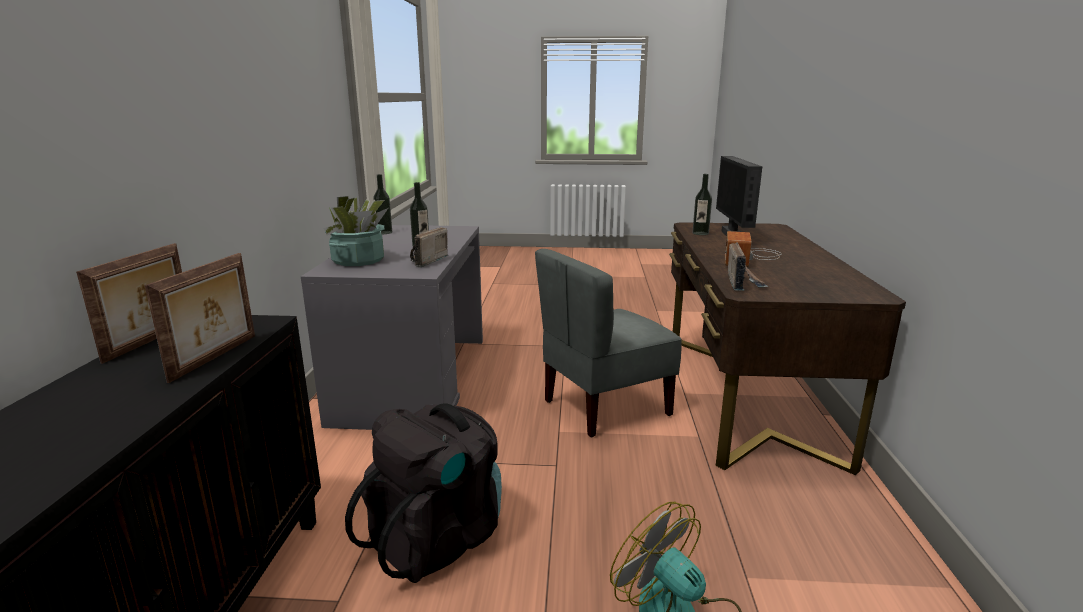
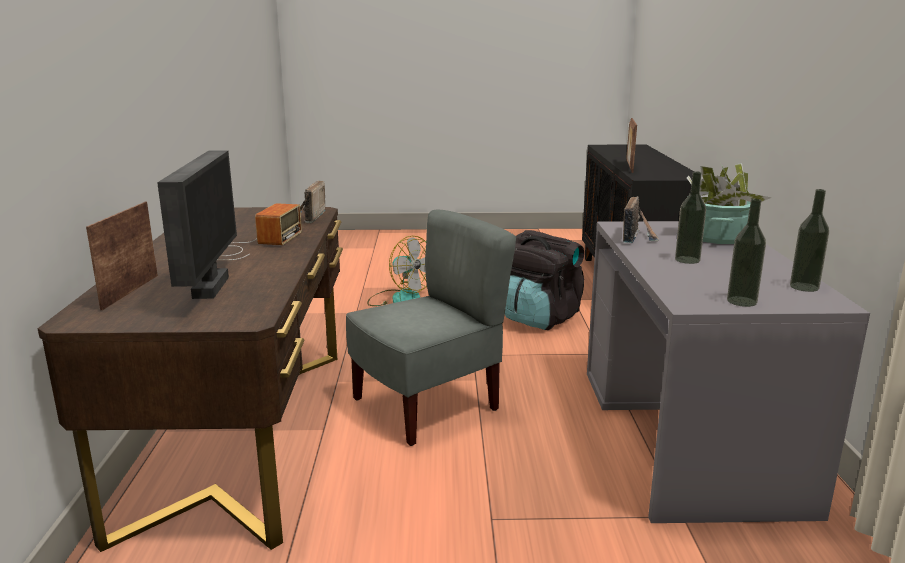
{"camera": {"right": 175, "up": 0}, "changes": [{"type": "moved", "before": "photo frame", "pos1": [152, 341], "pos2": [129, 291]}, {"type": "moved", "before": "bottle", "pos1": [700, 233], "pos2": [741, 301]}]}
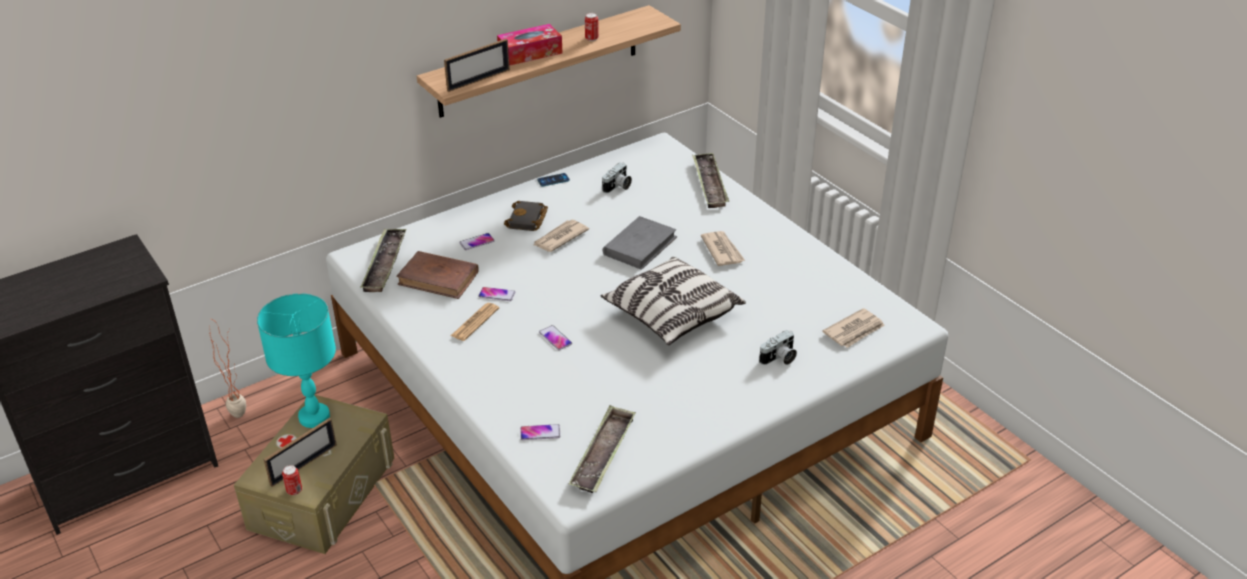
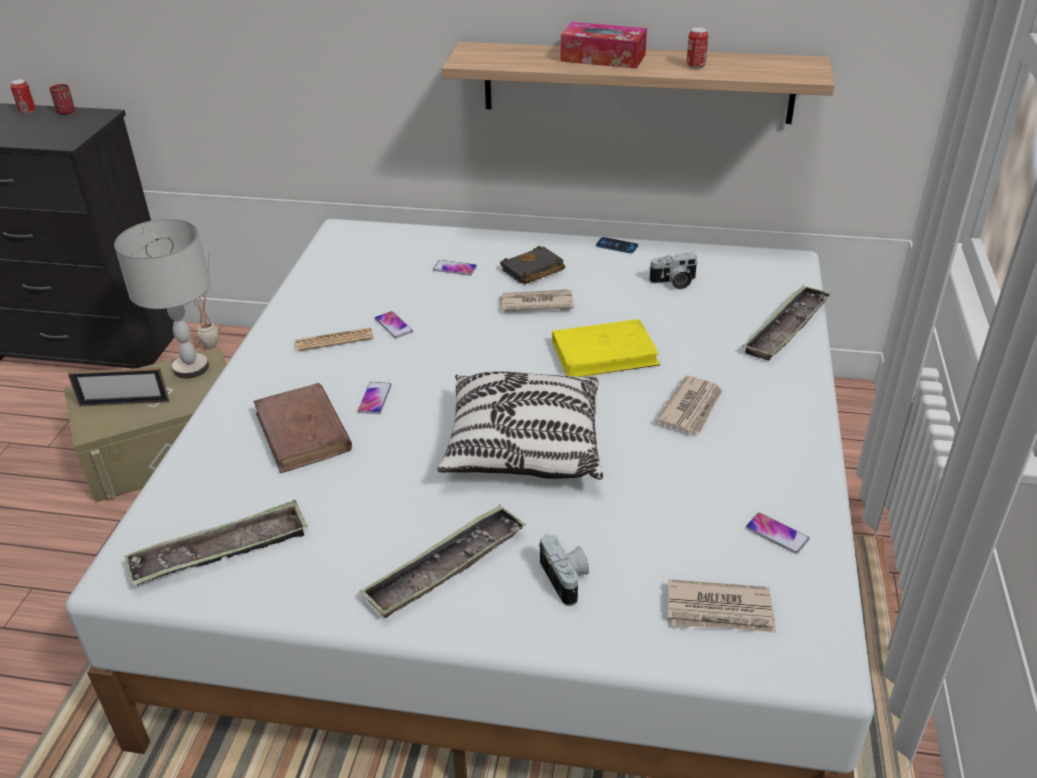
{"camera": {"right": 45, "up": 0}, "changes": [{"type": "recoloured", "before": "tabletop lamp (blue-green)", "after": "tabletop lamp (grey)", "pos1": [314, 417], "pos2": [191, 368]}, {"type": "moved", "before": "sealed can", "pos1": [294, 490], "pos2": [27, 111]}, {"type": "moved", "before": "carrying tray", "pos1": [384, 264], "pos2": [445, 567]}, {"type": "moved", "before": "book (brown-coloured)", "pos1": [438, 278], "pos2": [303, 432]}, {"type": "removed", "before": "photo frame", "pos1": [478, 80]}, {"type": "moved", "before": "telephone", "pos1": [540, 433], "pos2": [777, 534]}, {"type": "recoloured", "before": "book (grey)", "after": "book (yellow)", "pos1": [640, 246], "pos2": [605, 353]}, {"type": "turned", "before": "still camera", "pos1": [779, 358], "pos2": [567, 579], "turn": -120}, {"type": "added", "after": "small cup (red-coloured)", "pos2": [66, 112]}]}
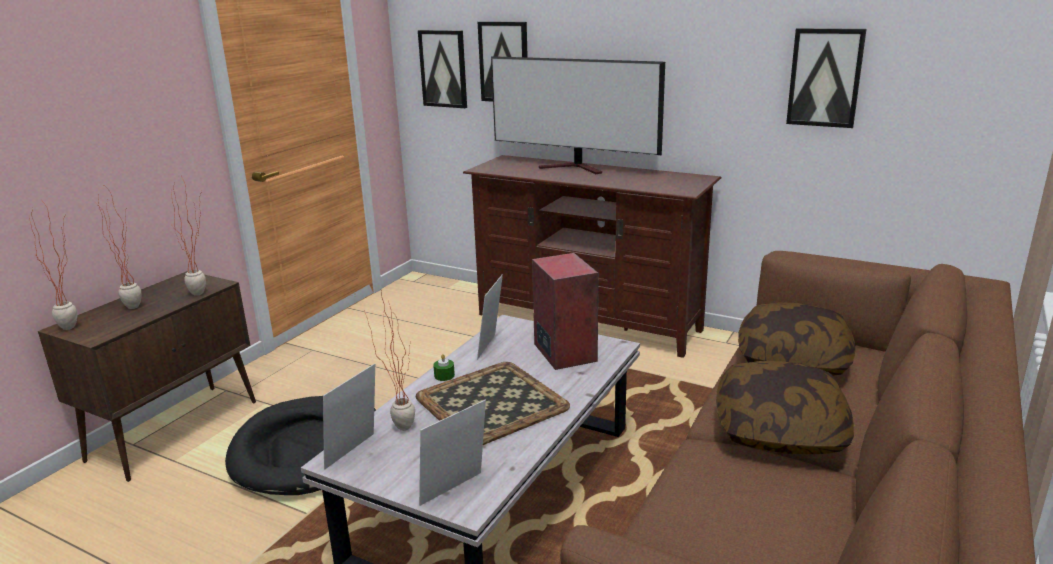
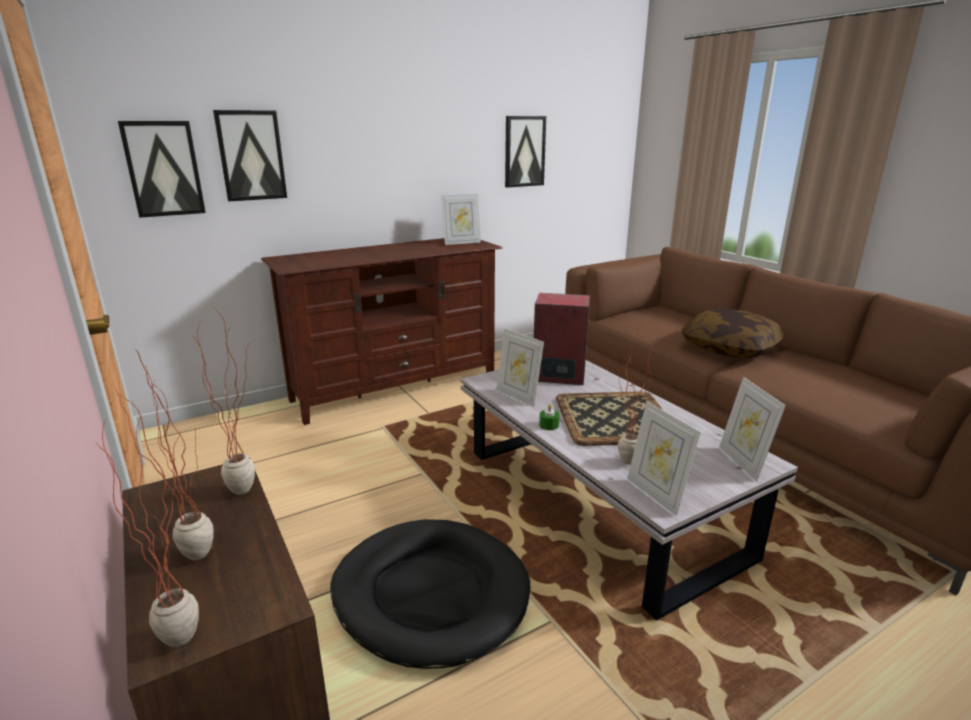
{"camera": {"right": -60, "up": 0}, "changes": [{"type": "removed", "before": "television", "pos1": [576, 168]}, {"type": "removed", "before": "throw pillow", "pos1": [793, 359]}, {"type": "added", "after": "photo frame", "pos2": [461, 243]}]}
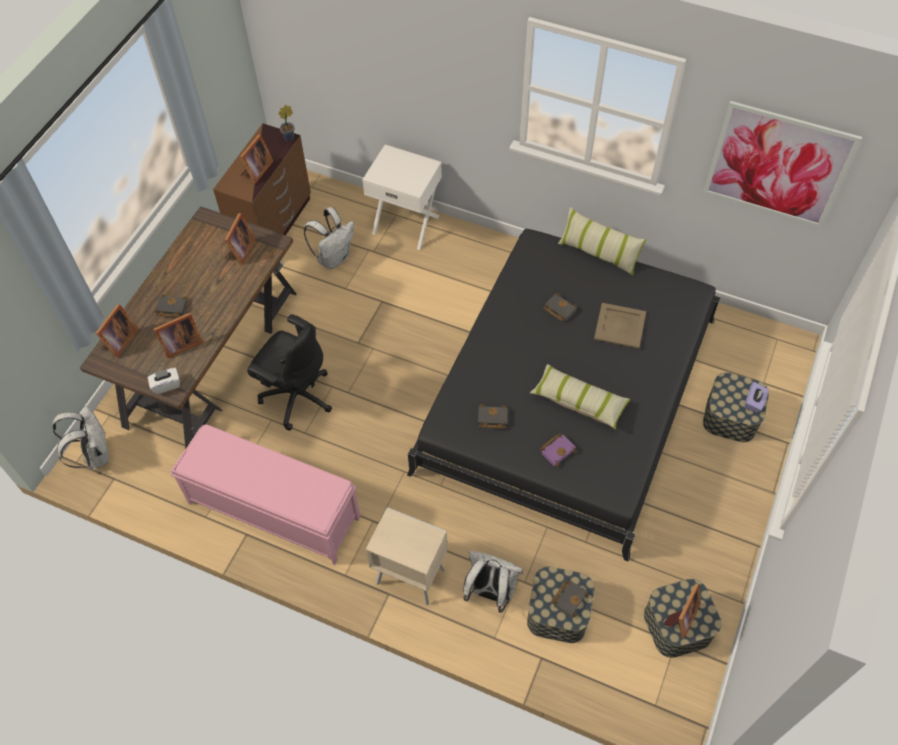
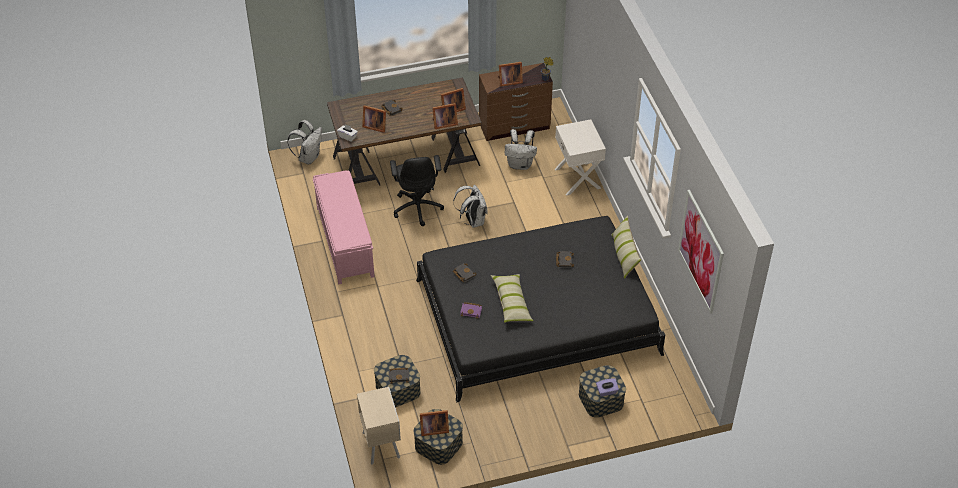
{"camera": {"right": 50, "up": -10}, "changes": [{"type": "moved", "before": "photo frame", "pos1": [119, 342], "pos2": [443, 123]}, {"type": "moved", "before": "night table (beige-coloured)", "pos1": [409, 575], "pos2": [381, 444]}, {"type": "moved", "before": "rucksack (white)", "pos1": [490, 592], "pos2": [473, 220]}, {"type": "removed", "before": "carrying tray (beige-coloured)", "pos1": [620, 325]}]}
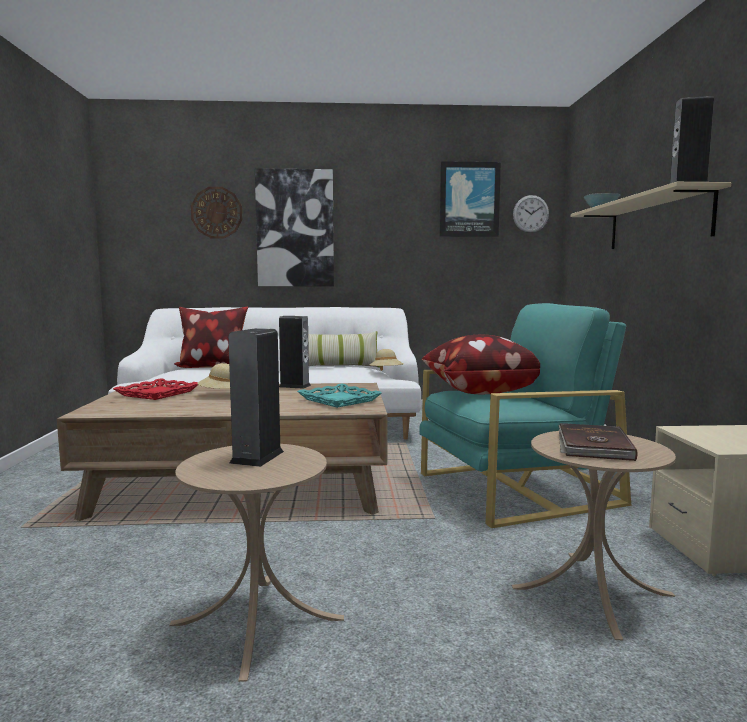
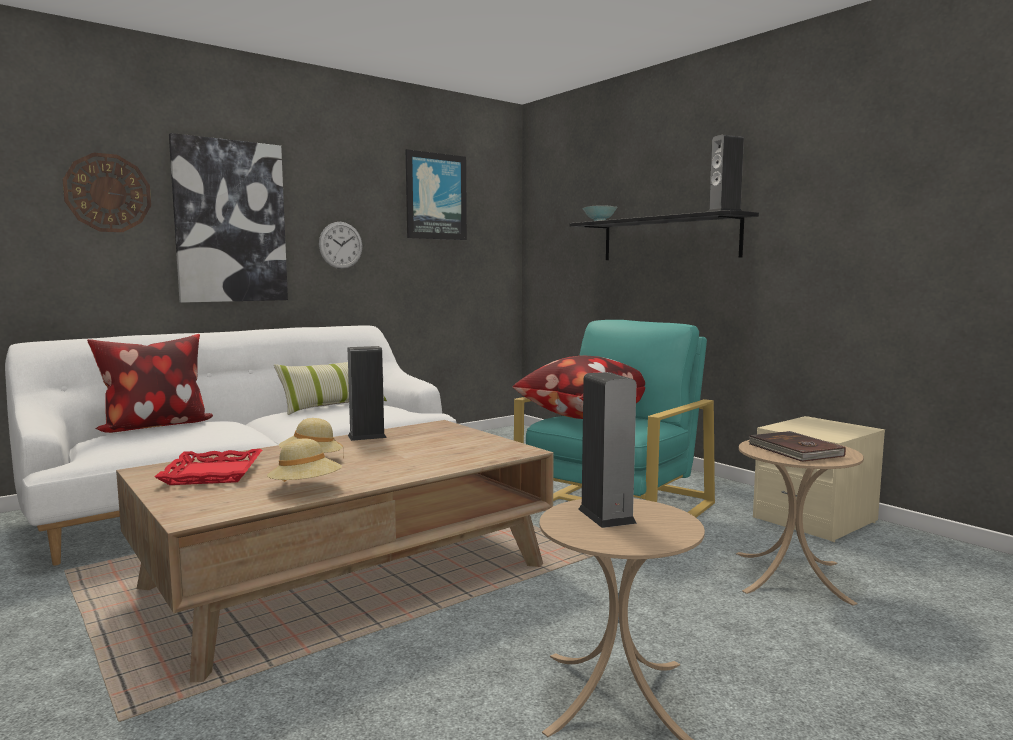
{"camera": {"right": -35, "up": 0}, "changes": [{"type": "removed", "before": "carrying tray (blue-green)", "pos1": [338, 400]}, {"type": "moved", "before": "hat (beige-coloured)", "pos1": [386, 373], "pos2": [305, 488]}, {"type": "moved", "before": "clock on the wall", "pos1": [530, 214], "pos2": [340, 245]}, {"type": "recoloured", "before": "bracket shelf (beige-coloured)", "after": "bracket shelf (black-coloured)", "pos1": [657, 222], "pos2": [668, 239]}]}
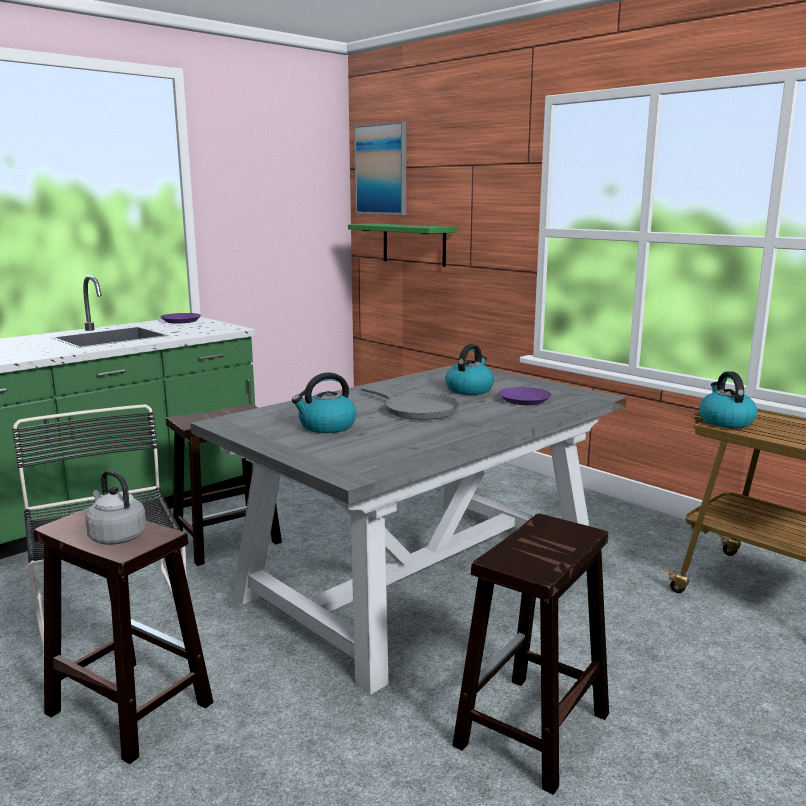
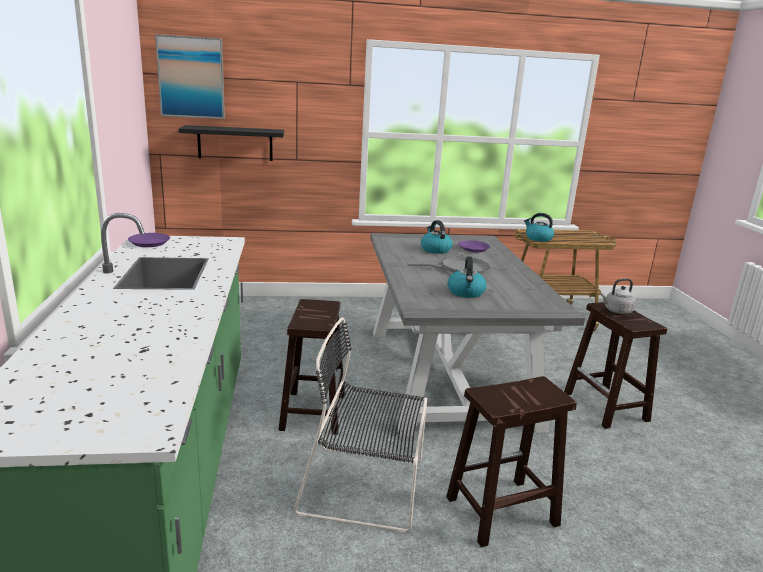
{"camera": {"right": -55, "up": 5}, "changes": [{"type": "moved", "before": "water kettle (grey)", "pos1": [116, 536], "pos2": [616, 311]}, {"type": "recoloured", "before": "bracket shelf (green)", "after": "bracket shelf (black-coloured)", "pos1": [414, 244], "pos2": [235, 143]}]}
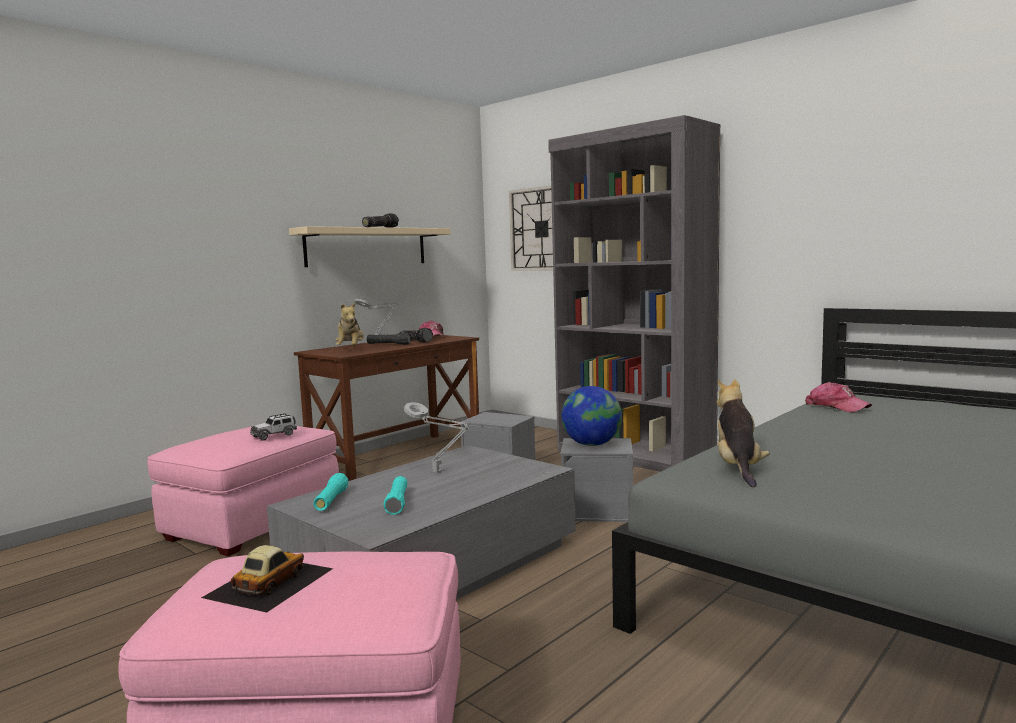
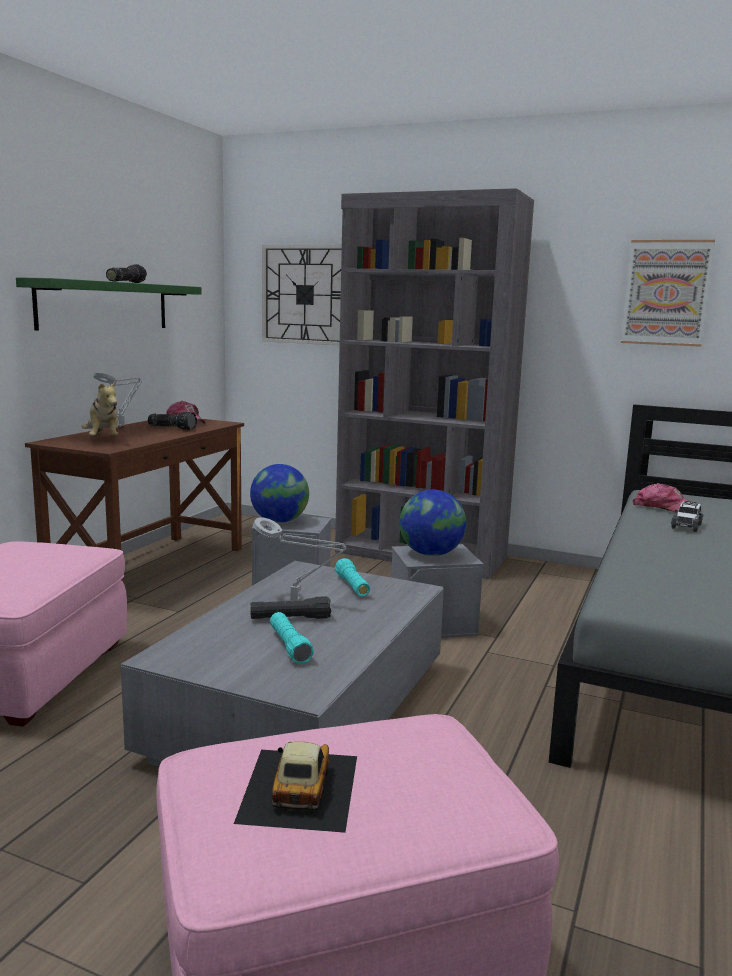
{"camera": {"right": -20, "up": 5}, "changes": [{"type": "moved", "before": "model car", "pos1": [274, 436], "pos2": [686, 526]}, {"type": "recoloured", "before": "bracket shelf (beige-coloured)", "after": "bracket shelf (green)", "pos1": [367, 247], "pos2": [105, 305]}, {"type": "moved", "before": "hand torch (blue-green)", "pos1": [331, 501], "pos2": [352, 586]}, {"type": "moved", "before": "hand torch (black-coloured)", "pos1": [388, 344], "pos2": [290, 619]}, {"type": "removed", "before": "soft toy", "pos1": [738, 468]}, {"type": "added", "after": "globe", "pos2": [279, 521]}, {"type": "added", "after": "picture", "pos2": [666, 293]}]}
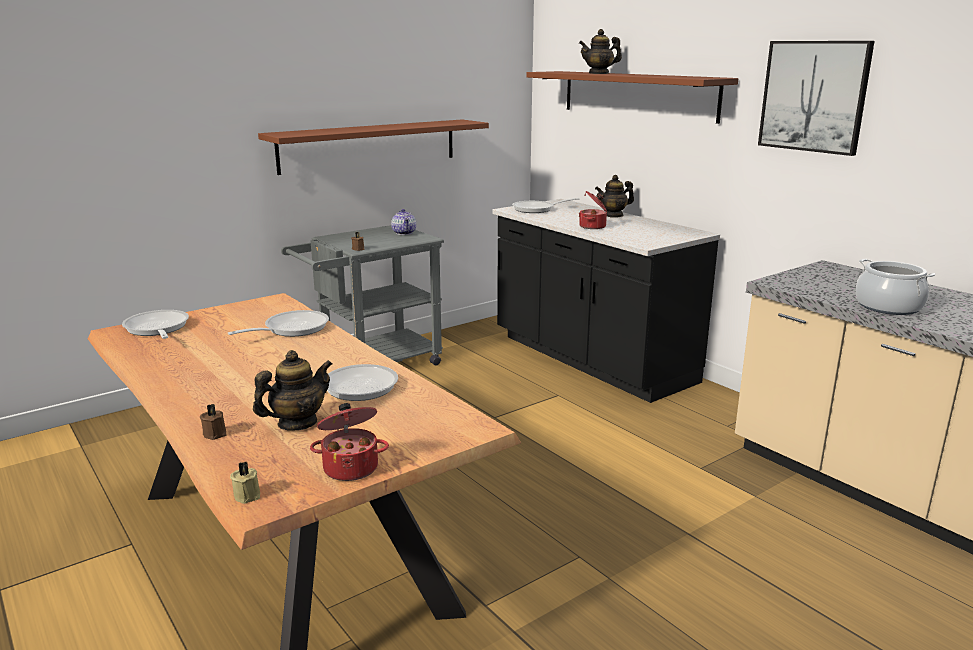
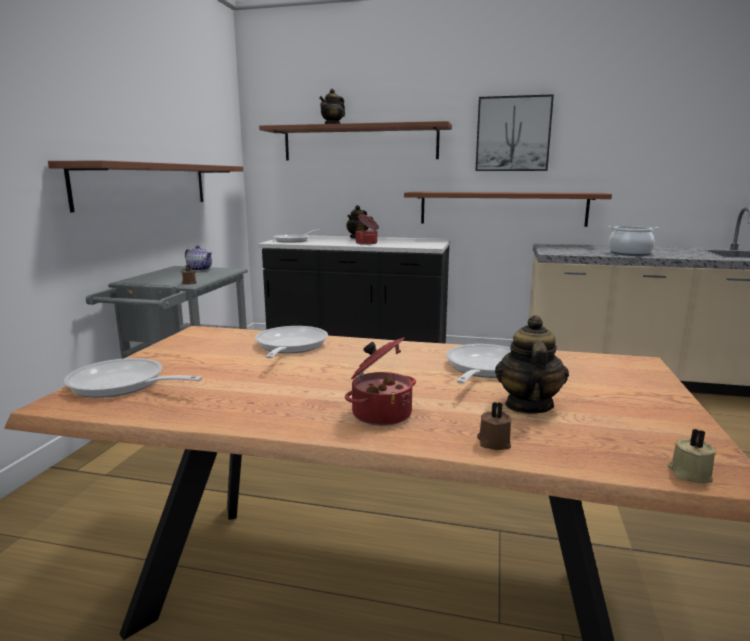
{"camera": {"right": -40, "up": -5}, "changes": [{"type": "moved", "before": "stockpot", "pos1": [351, 467], "pos2": [380, 413]}, {"type": "added", "after": "bracket shelf (brown-coloured)", "pos2": [502, 208]}]}
